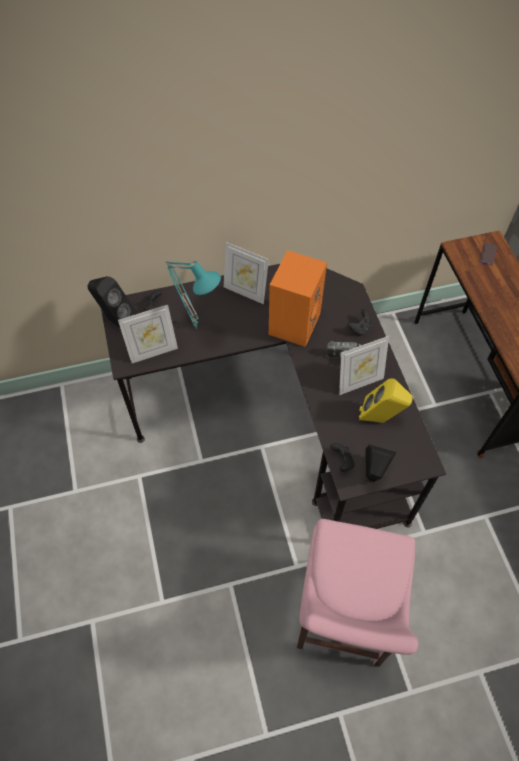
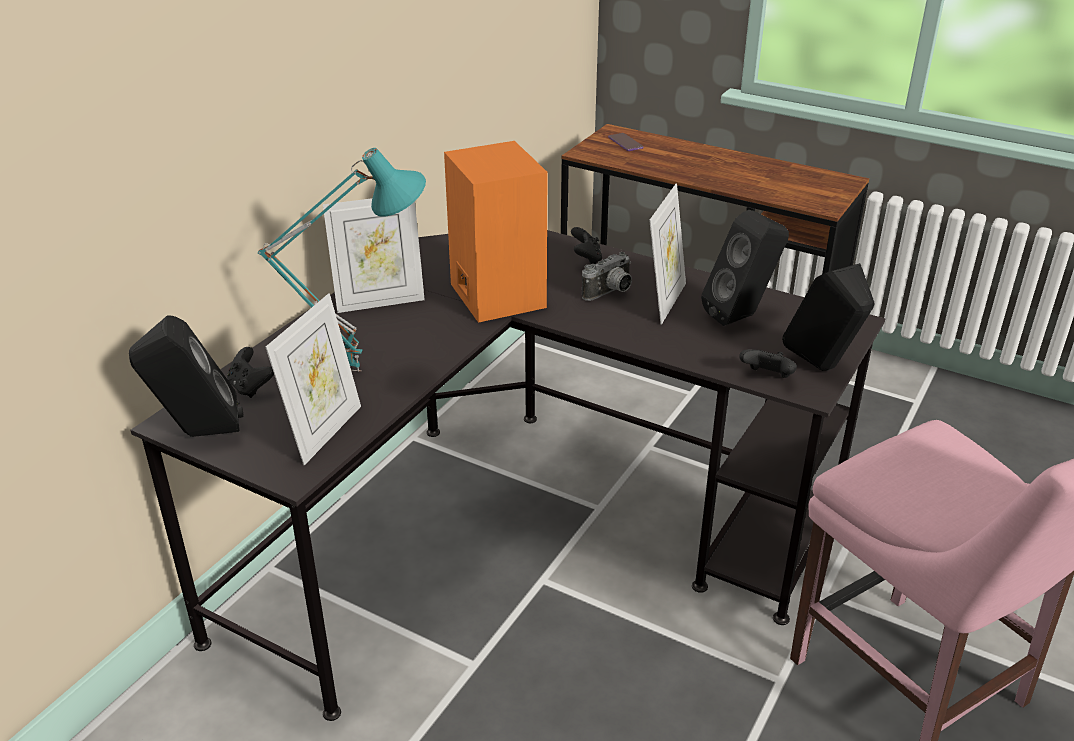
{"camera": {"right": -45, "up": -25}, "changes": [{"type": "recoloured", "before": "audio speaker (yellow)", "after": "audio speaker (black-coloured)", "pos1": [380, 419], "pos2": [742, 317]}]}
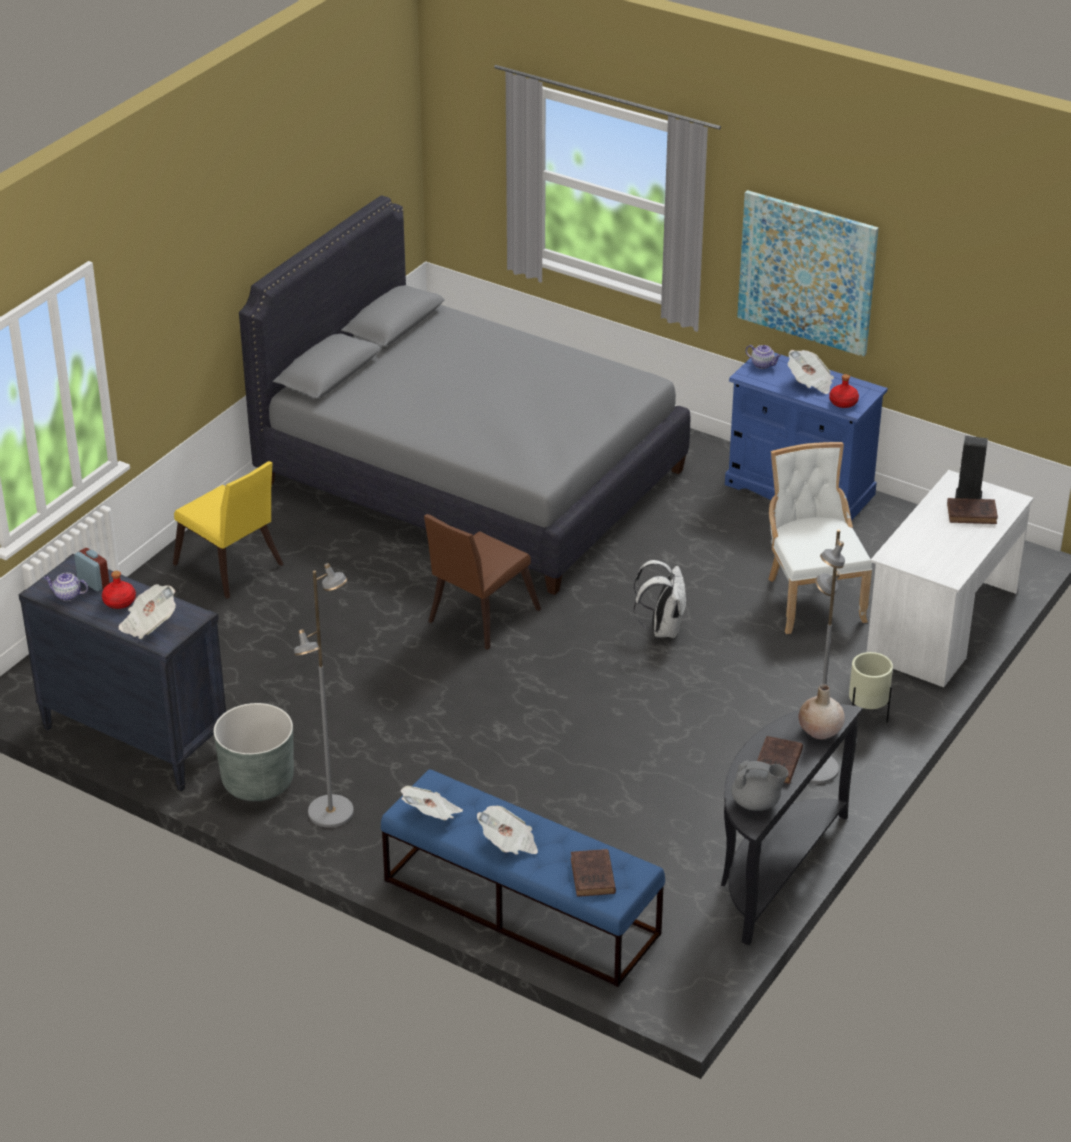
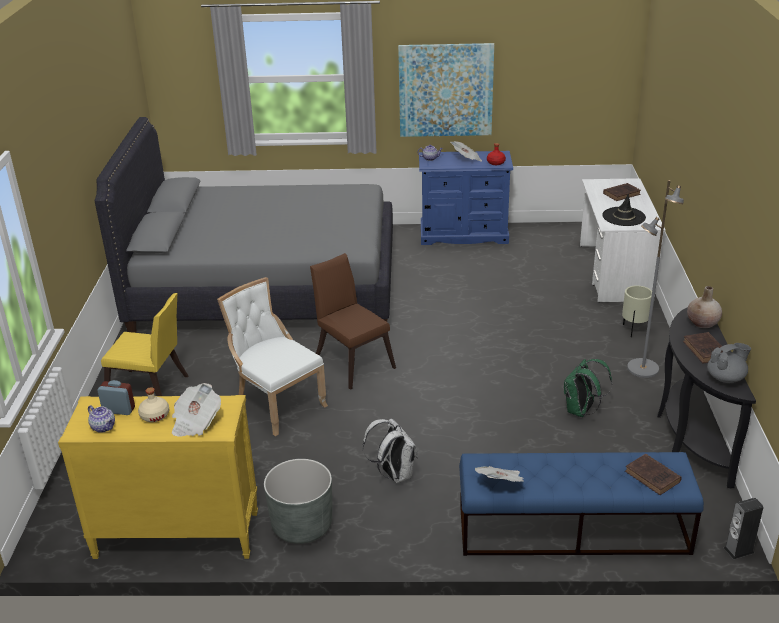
{"camera": {"right": -30, "up": -5}, "changes": [{"type": "recoloured", "before": "chest of drawers (black-coloured)", "after": "chest of drawers (yellow)", "pos1": [134, 739], "pos2": [176, 535]}, {"type": "turned", "before": "pot for tea", "pos1": [67, 595], "pos2": [104, 427], "turn": -120}, {"type": "recoloured", "before": "bottle (red-coloured)", "after": "bottle (beige-coloured)", "pos1": [119, 601], "pos2": [154, 415]}, {"type": "removed", "before": "standard lamp (grey)", "pos1": [331, 812]}, {"type": "turned", "before": "plain chair (brown-coloured)", "pos1": [478, 618], "pos2": [352, 361], "turn": 135}, {"type": "removed", "before": "newspaper", "pos1": [509, 844]}, {"type": "moved", "before": "rucksack (white)", "pos1": [662, 629], "pos2": [394, 474]}, {"type": "moved", "before": "plain chair (white)", "pos1": [811, 598], "pos2": [277, 403]}, {"type": "moved", "before": "audio speaker", "pos1": [968, 495], "pos2": [738, 550]}, {"type": "added", "after": "rucksack (green)", "pos2": [581, 411]}, {"type": "added", "after": "hat (black-coloured)", "pos2": [623, 217]}]}
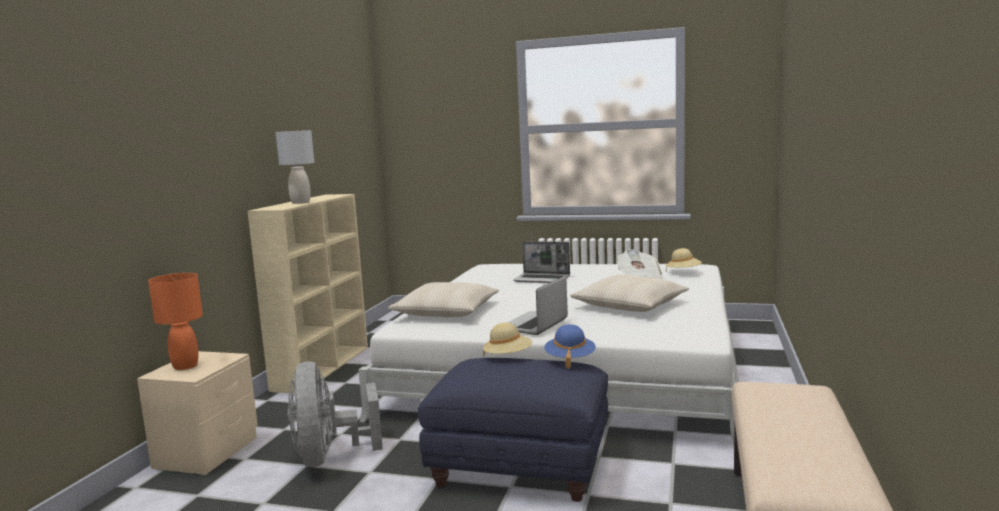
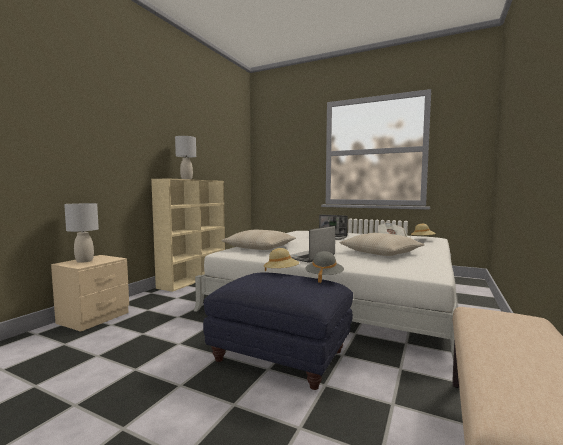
{"camera": {"right": 10, "up": -5}, "changes": [{"type": "recoloured", "before": "tabletop lamp (orange)", "after": "tabletop lamp (grey)", "pos1": [186, 366], "pos2": [84, 261]}, {"type": "removed", "before": "cooling fan (grey)", "pos1": [329, 457]}, {"type": "recoloured", "before": "hat (blue)", "after": "hat (grey)", "pos1": [570, 359], "pos2": [324, 277]}]}
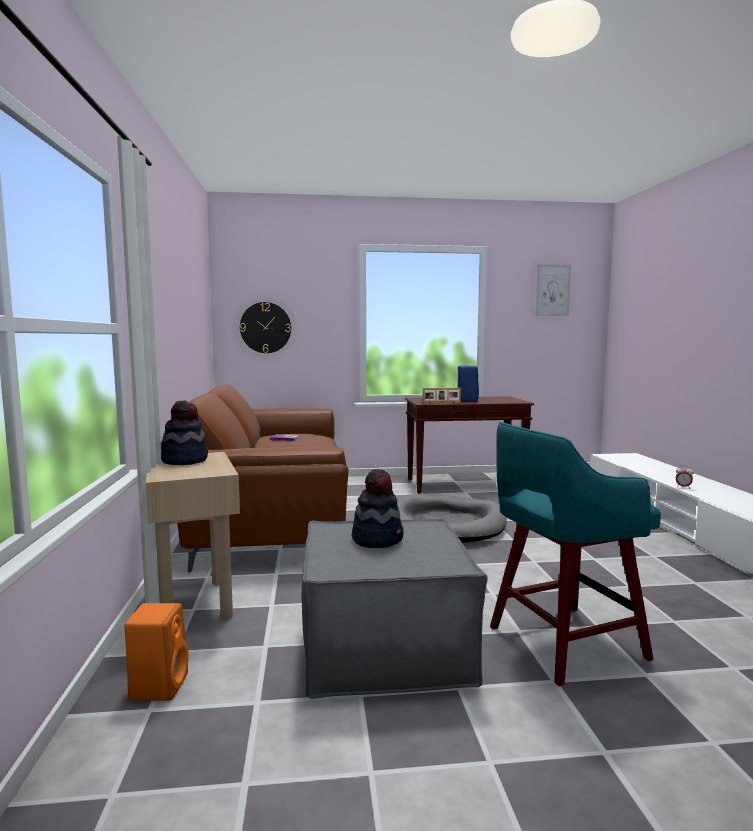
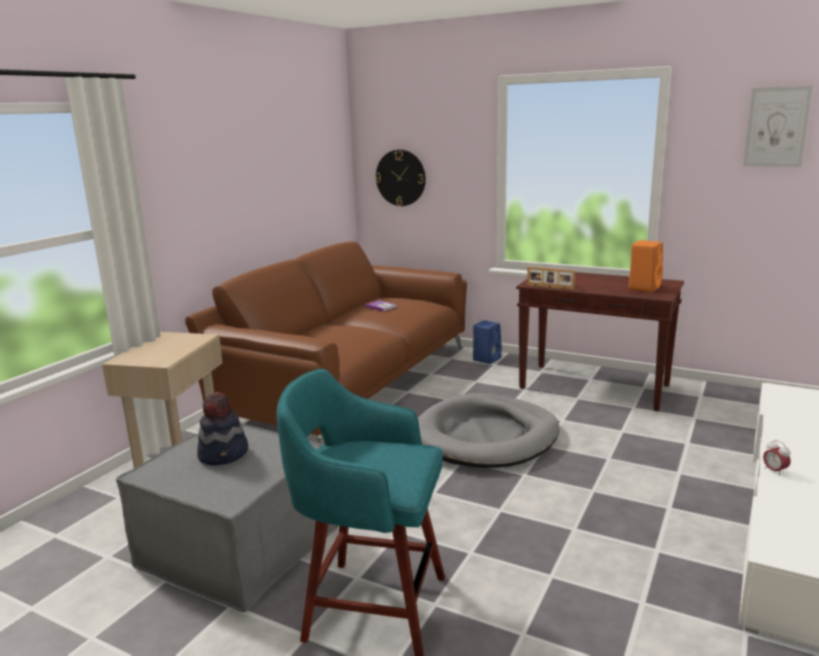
{"camera": {"right": 35, "up": 10}, "changes": [{"type": "moved", "before": "audio speaker (orange)", "pos1": [159, 685], "pos2": [644, 287]}, {"type": "removed", "before": "hat", "pos1": [185, 460]}, {"type": "moved", "before": "audio speaker (blue)", "pos1": [467, 400], "pos2": [487, 359]}]}
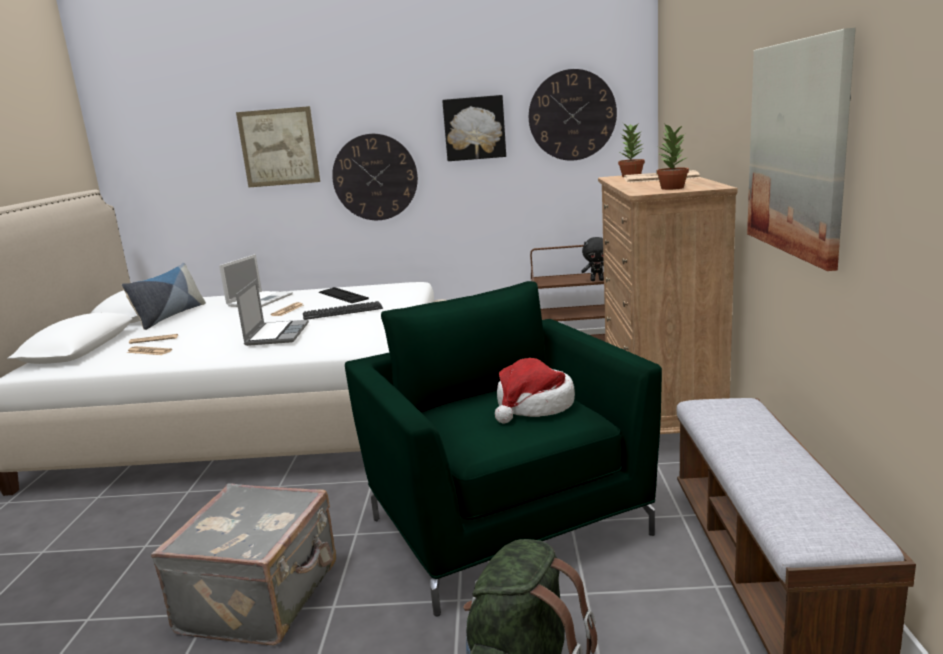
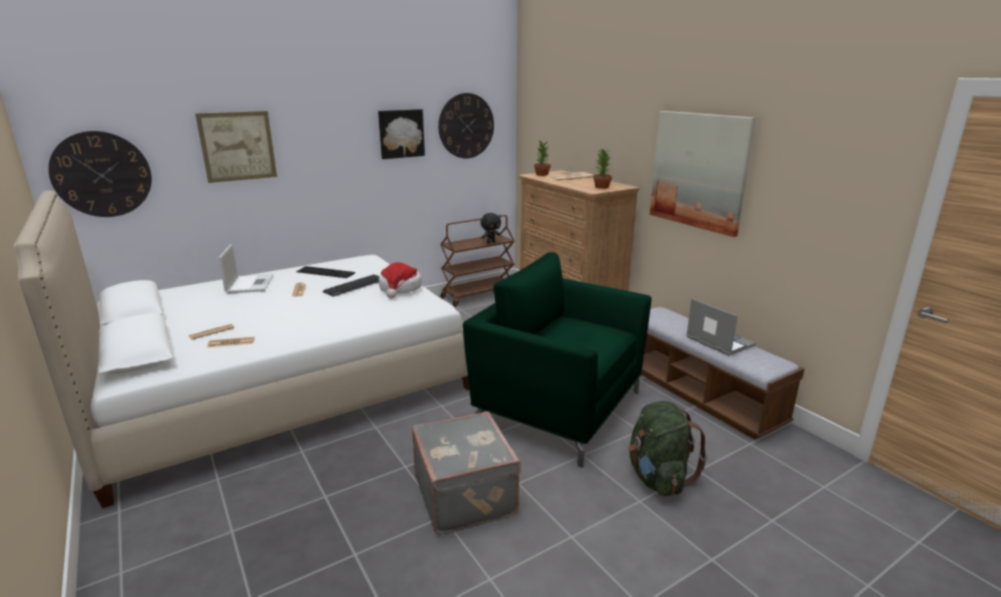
{"camera": {"right": -35, "up": 5}, "changes": [{"type": "removed", "before": "throw pillow", "pos1": [170, 316]}, {"type": "moved", "before": "portable computer", "pos1": [276, 334], "pos2": [718, 341]}, {"type": "moved", "before": "clock on the wall", "pos1": [375, 177], "pos2": [102, 174]}, {"type": "moved", "before": "hat", "pos1": [534, 406], "pos2": [400, 288]}]}
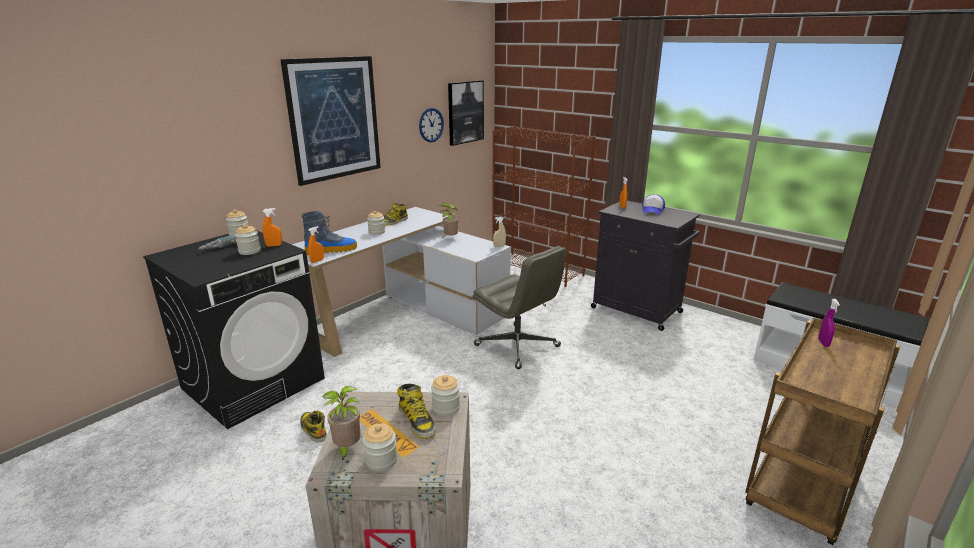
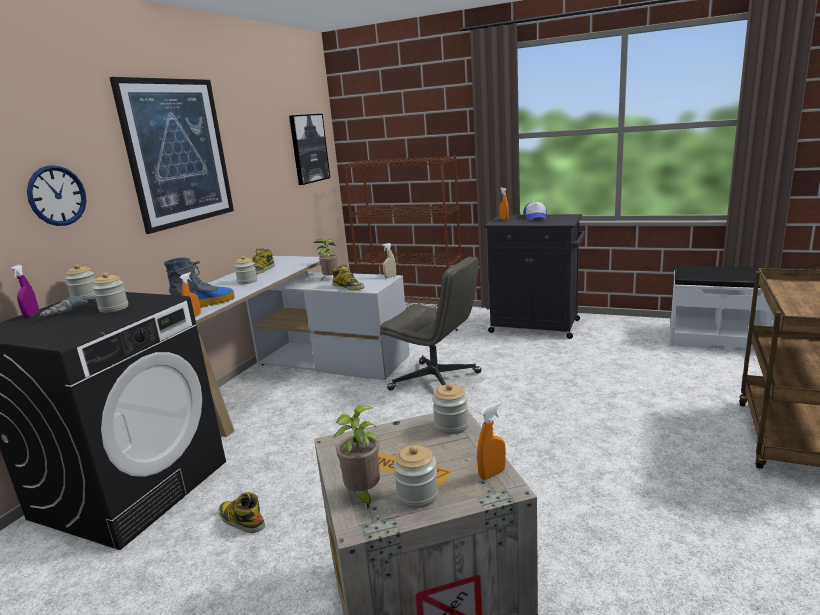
{"camera": {"right": -15, "up": -5}, "changes": [{"type": "moved", "before": "hand sprayer (orange)", "pos1": [274, 245], "pos2": [492, 474]}, {"type": "moved", "before": "tall boot", "pos1": [417, 421], "pos2": [348, 287]}, {"type": "moved", "before": "clock on the wall", "pos1": [431, 125], "pos2": [57, 196]}, {"type": "moved", "before": "hand sprayer (purplish)", "pos1": [823, 343], "pos2": [31, 315]}]}
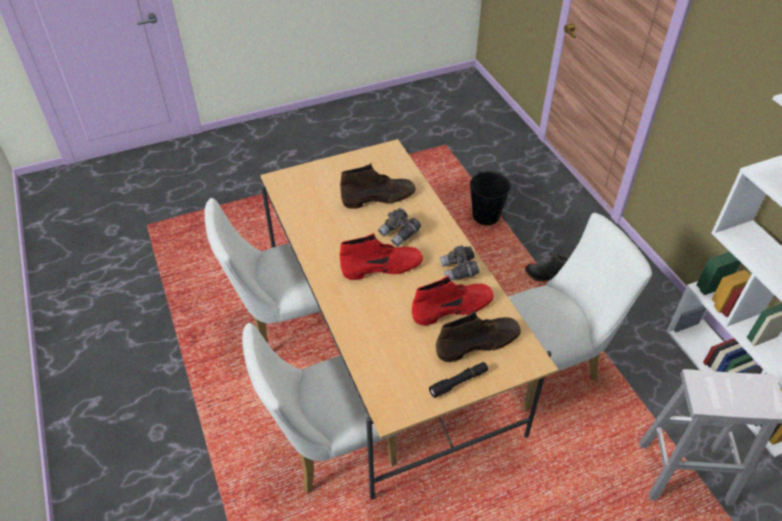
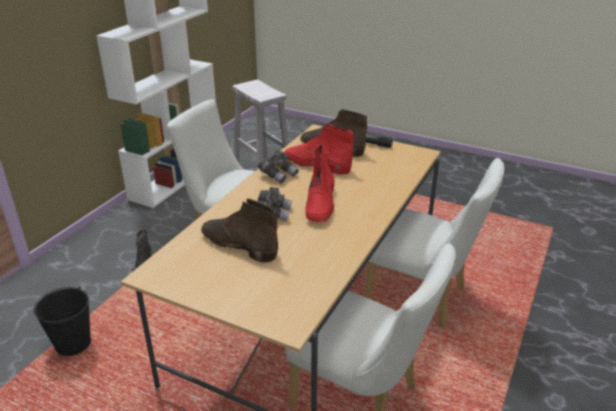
{"camera": {"right": -130, "up": -15}, "changes": [{"type": "turned", "before": "tall boot (red-coloured)", "pos1": [382, 267], "pos2": [320, 204], "turn": -120}]}
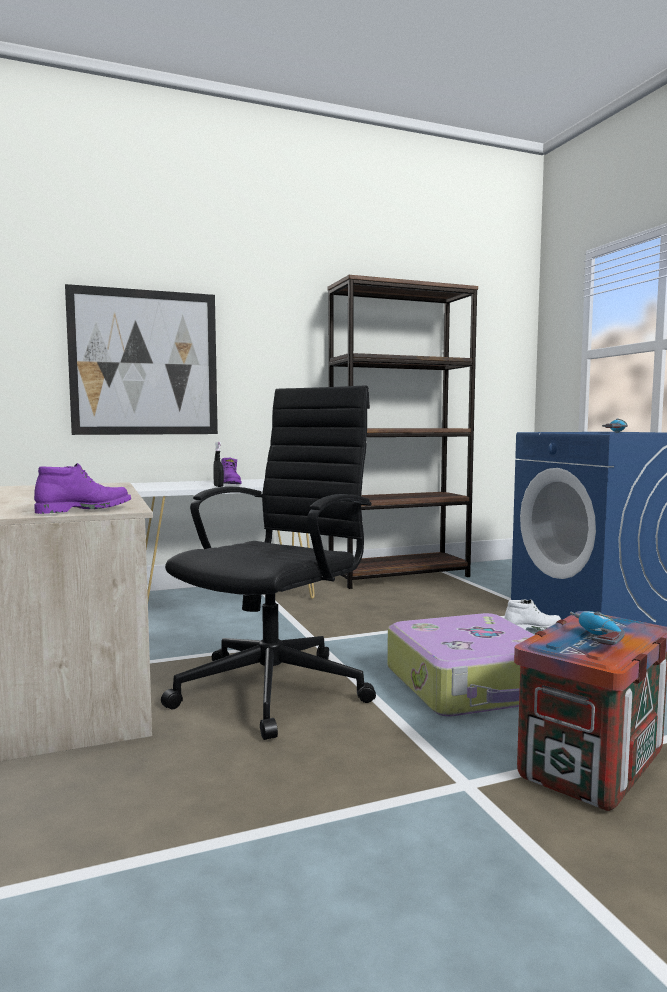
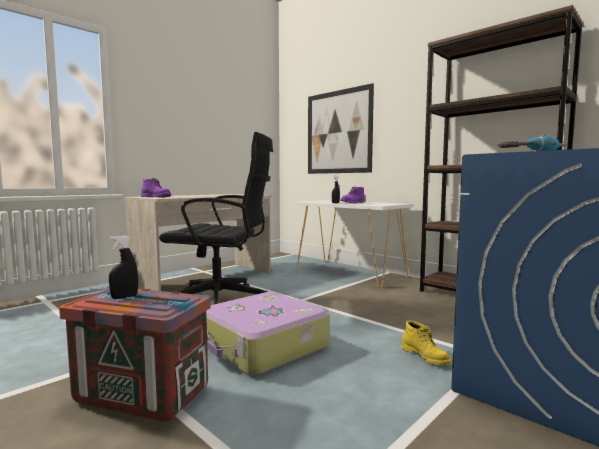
{"camera": {"right": 65, "up": 0}, "changes": [{"type": "recoloured", "before": "tall boot (white)", "after": "tall boot (yellow)", "pos1": [533, 629], "pos2": [425, 356]}, {"type": "replaced", "before": "power drill", "after": "hand sprayer (black-coloured)", "pos1": [592, 638], "pos2": [124, 297]}]}
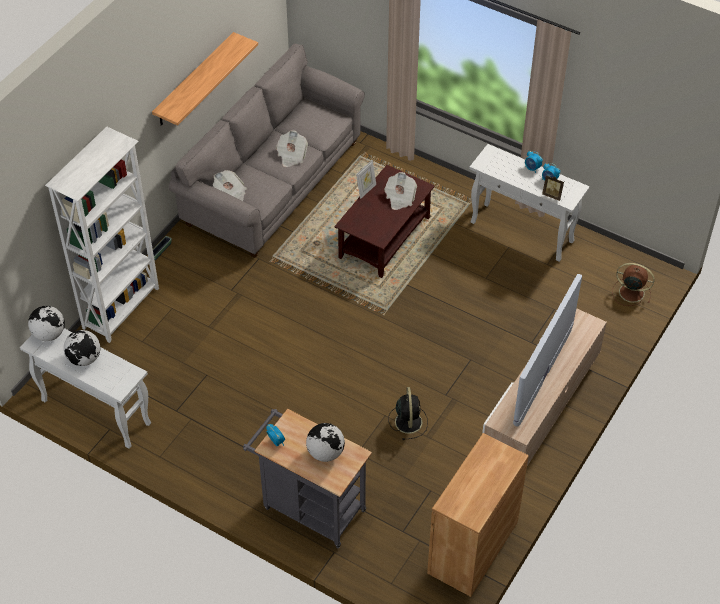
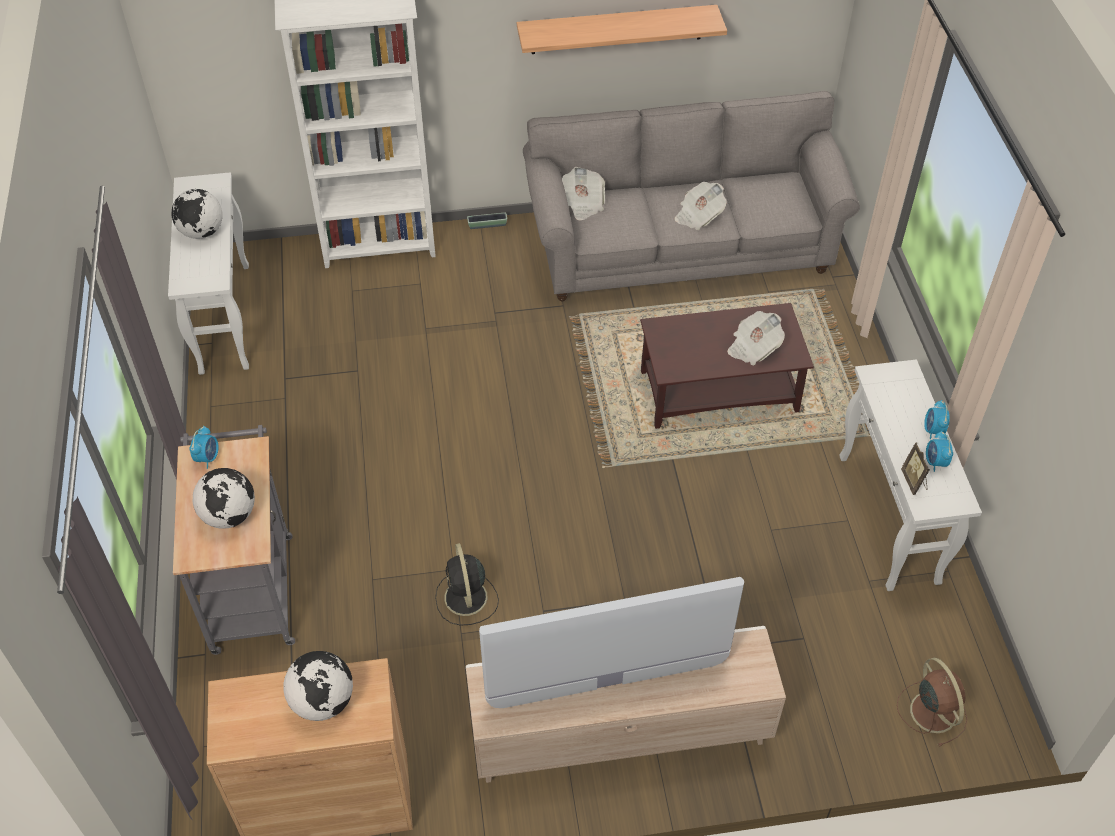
{"camera": {"right": 50, "up": 0}, "changes": [{"type": "moved", "before": "globe", "pos1": [49, 334], "pos2": [323, 701]}, {"type": "removed", "before": "photo frame", "pos1": [366, 190]}, {"type": "turned", "before": "cooling fan (black-coloured)", "pos1": [408, 421], "pos2": [466, 599], "turn": 120}]}
